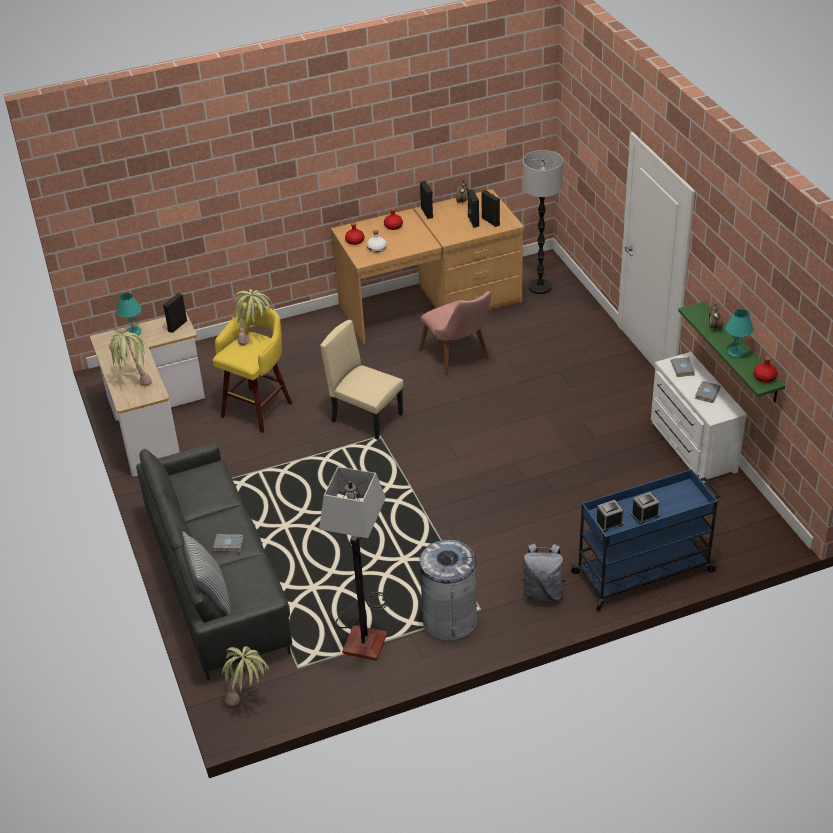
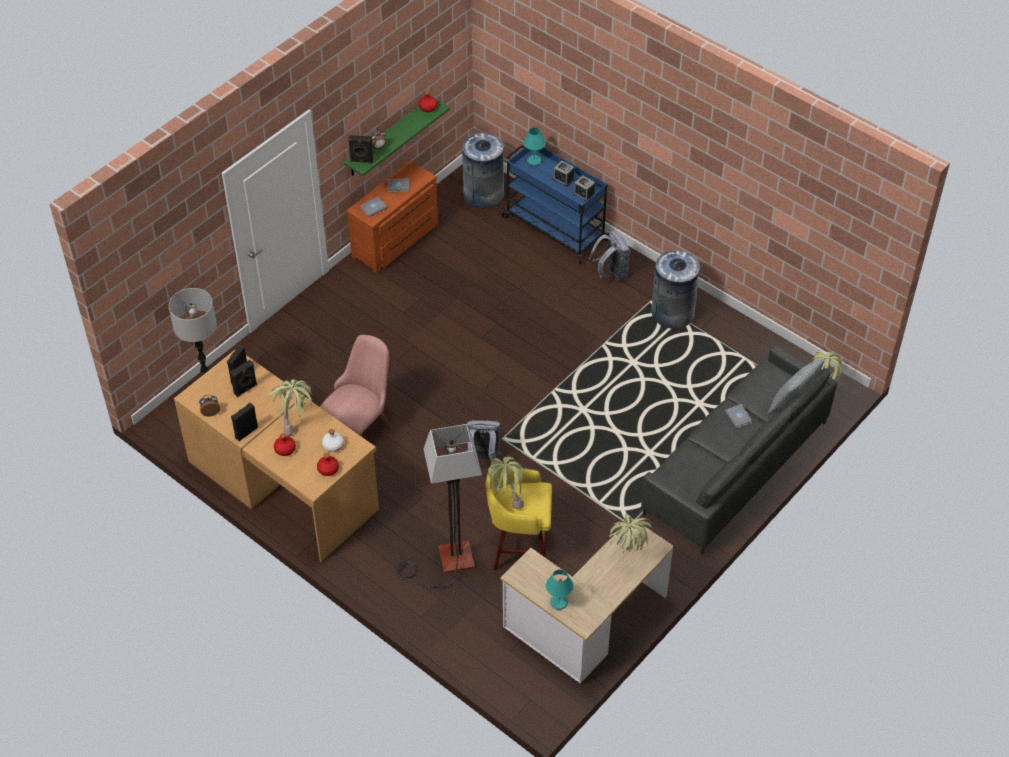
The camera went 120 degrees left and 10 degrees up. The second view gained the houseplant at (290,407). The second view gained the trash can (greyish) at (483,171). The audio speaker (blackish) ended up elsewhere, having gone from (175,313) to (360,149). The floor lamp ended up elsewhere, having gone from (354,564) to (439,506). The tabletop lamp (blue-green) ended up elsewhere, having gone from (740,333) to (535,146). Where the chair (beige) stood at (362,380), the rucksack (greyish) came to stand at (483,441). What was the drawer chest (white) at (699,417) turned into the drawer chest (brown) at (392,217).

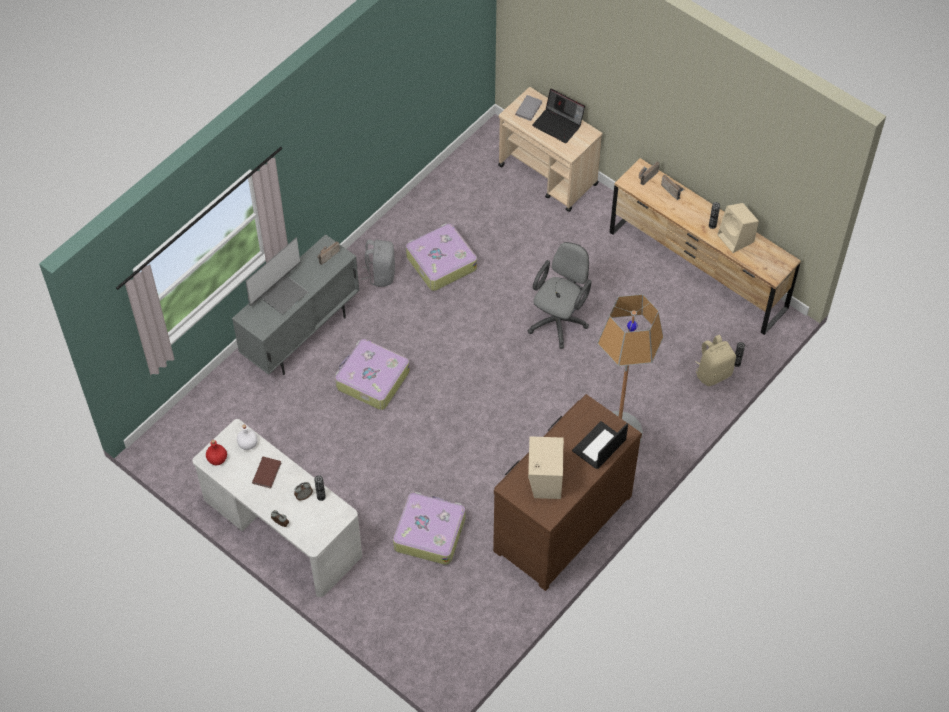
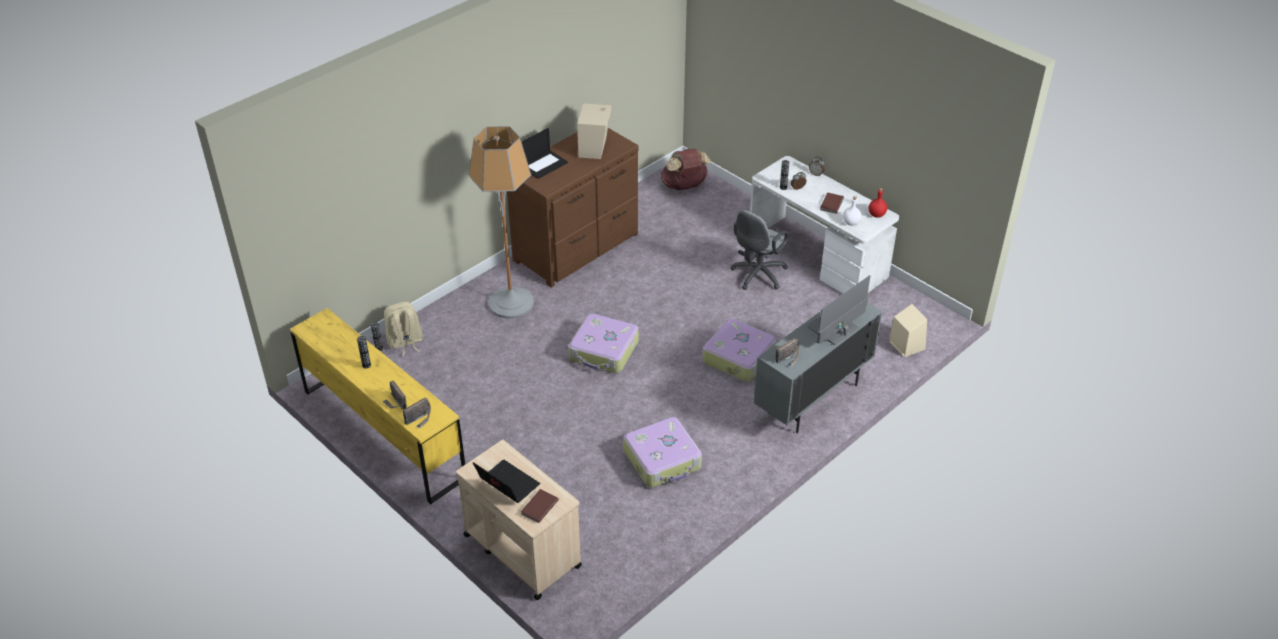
The camera went 175 degrees left and 15 degrees down. The second view lost the rucksack (greyish) at (378,263). The second view gained the rucksack (brown) at (686,169). The piece of luggage ended up elsewhere, having gone from (429,528) to (603,343). The desk chair (greyish) ended up elsewhere, having gone from (559,295) to (759,250). The audio speaker (beige) ended up elsewhere, having gone from (738,228) to (908,331). What was the bound book (greyish) at (528,108) turned into the bound book (brown) at (540,506). What was the drawer chest (brown) at (705,246) turned into the drawer chest (yellowish) at (377,406).

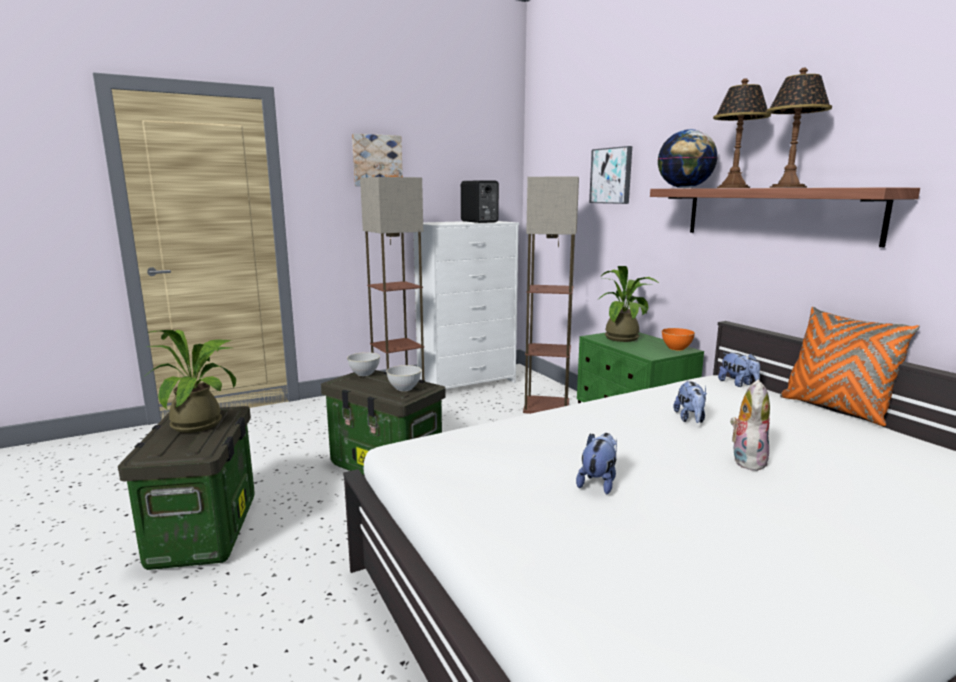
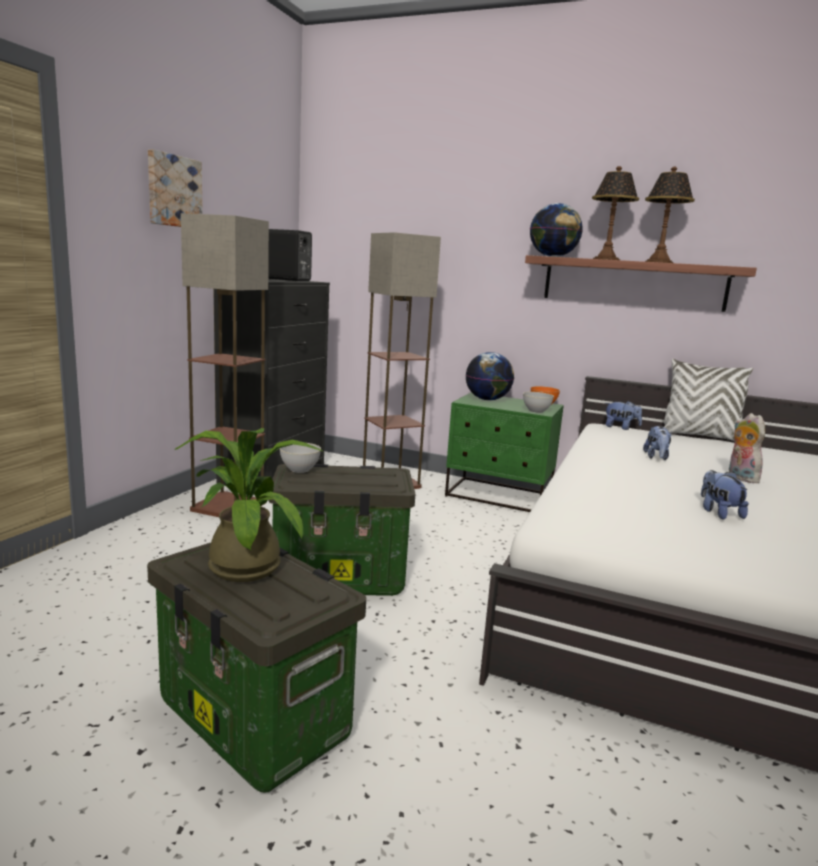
The camera went 40 degrees left and 0 degrees up. The second view lost the wall art at (610,175). The serving bowl (greyish) ended up elsewhere, having gone from (403,378) to (538,402). Where the houseplant stood at (628,304), the desk globe came to stand at (490,376). What was the drawer chest (white) at (466,305) turned into the drawer chest (blackish) at (271,382). What was the throw pillow (orangey) at (850,366) turned into the throw pillow (white) at (708,400). The cuddly toy at (690,402) ended up facing another way, 45 degrees clockwise from before.

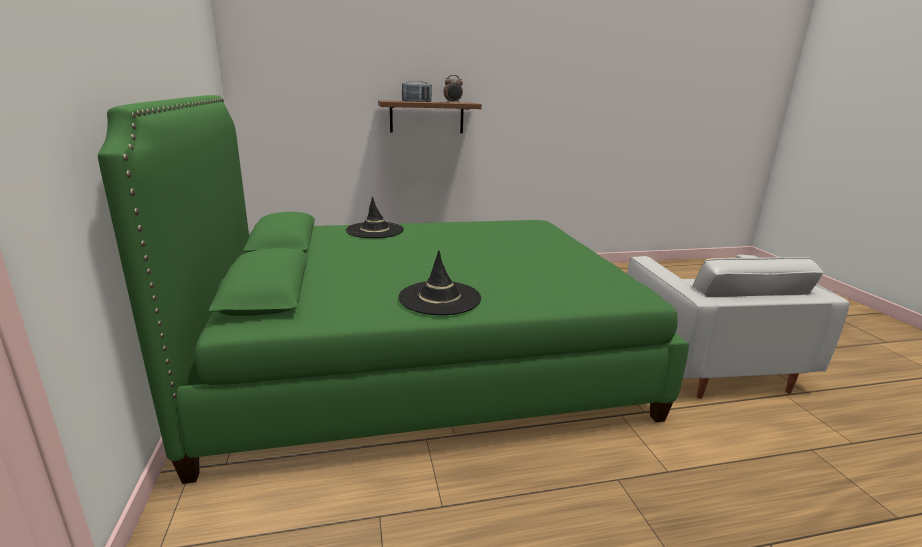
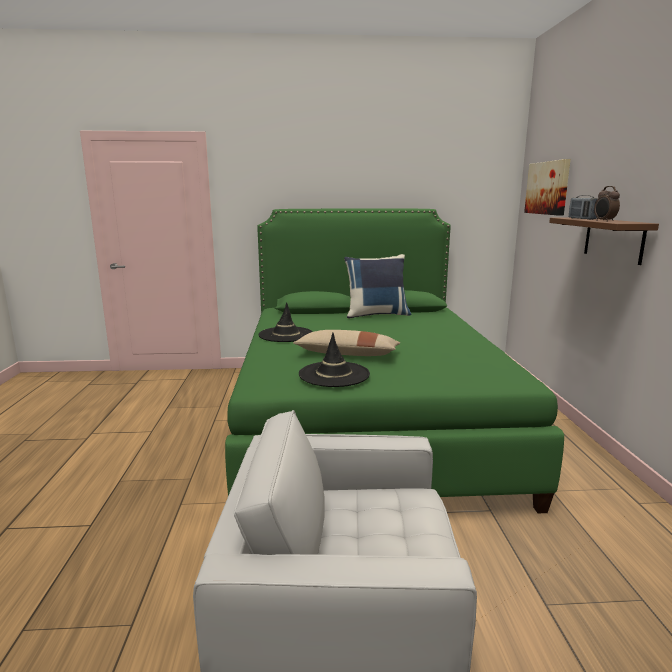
The camera went 100 degrees right and 5 degrees down. The second view gained the throw pillow (beige) at (346,343). The second view gained the throw pillow (blue) at (378,286). The second view gained the wall art at (547,187). The hat (blackish) ended up elsewhere, having gone from (375,217) to (334,360).

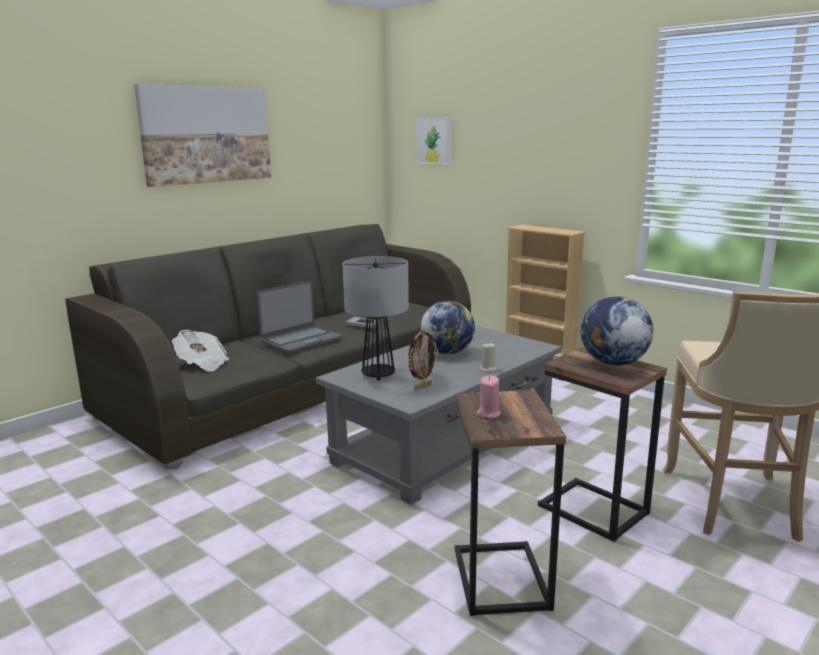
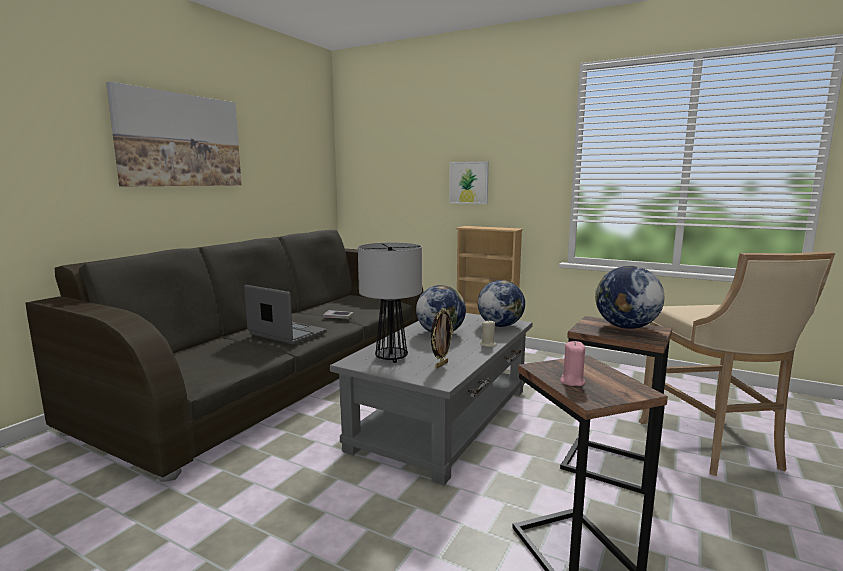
The camera went 15 degrees left and 5 degrees down. The second view lost the printed paper at (200,351). The second view gained the desk globe at (501,303). The wall art ended up elsewhere, having gone from (433,141) to (469,182). The portable computer at (299,317) ended up facing another way, 90 degrees counterclockwise from before.

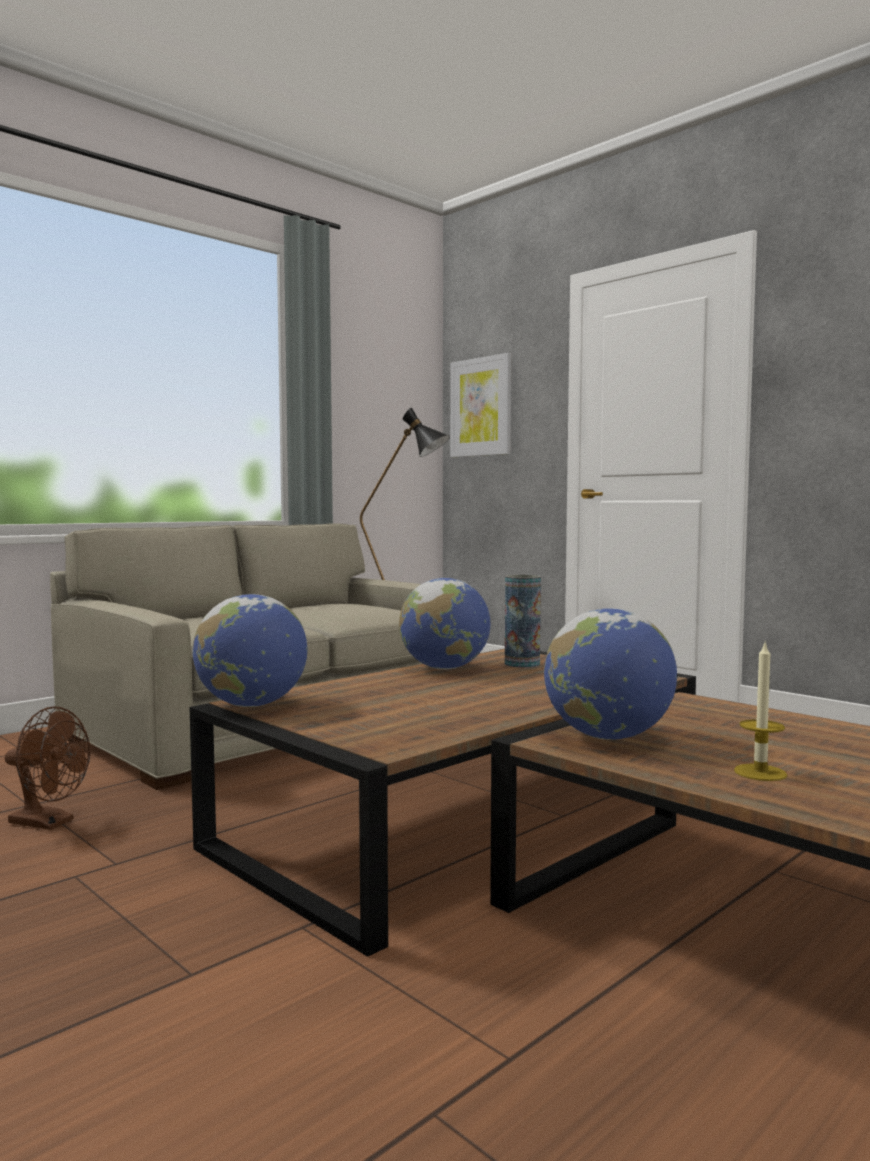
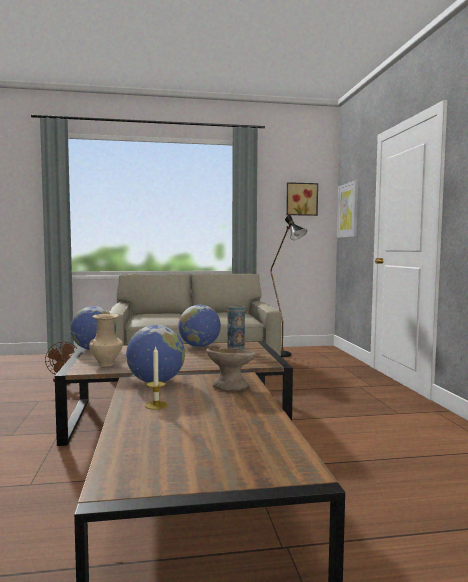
The camera went 35 degrees right and 0 degrees up. The second view gained the decorative vase (beige) at (106,340). The second view gained the serving bowl (beige) at (231,369). The second view gained the wall art at (302,199).

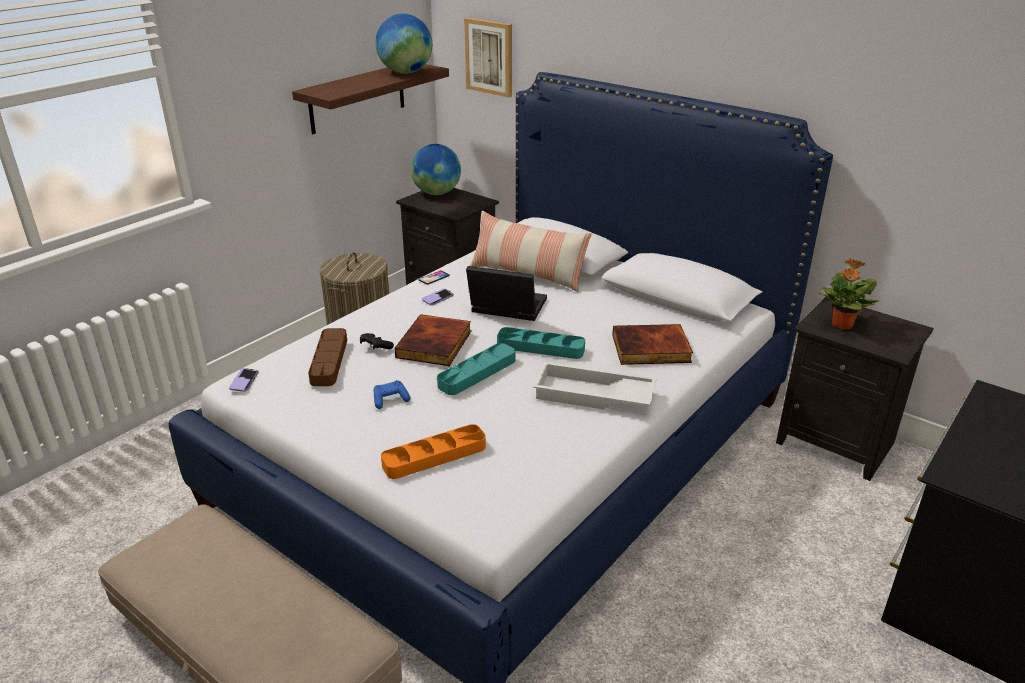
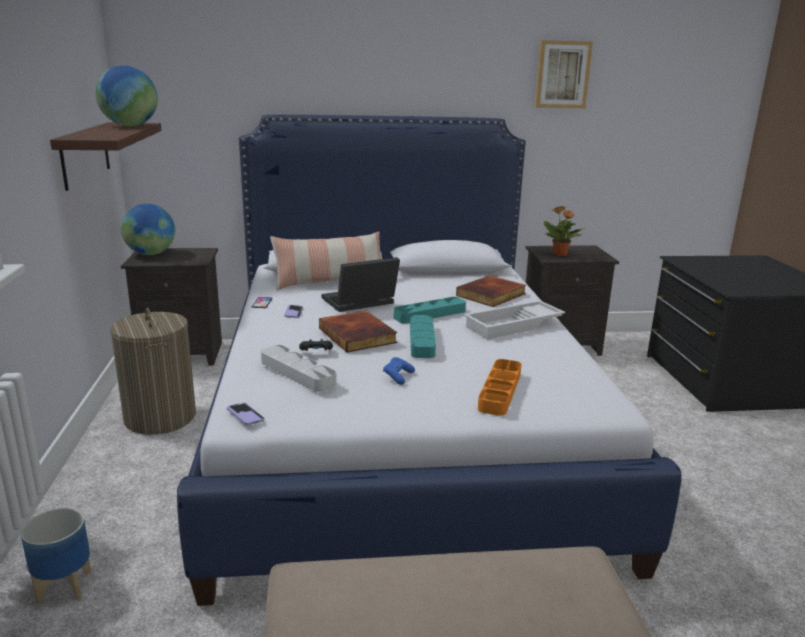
The camera went 45 degrees left and 10 degrees down. The second view gained the planter at (56,556). The wall art ended up elsewhere, having gone from (488,57) to (564,74). What was the carrying tray (brown) at (327,357) turned into the carrying tray (greyish) at (299,368).

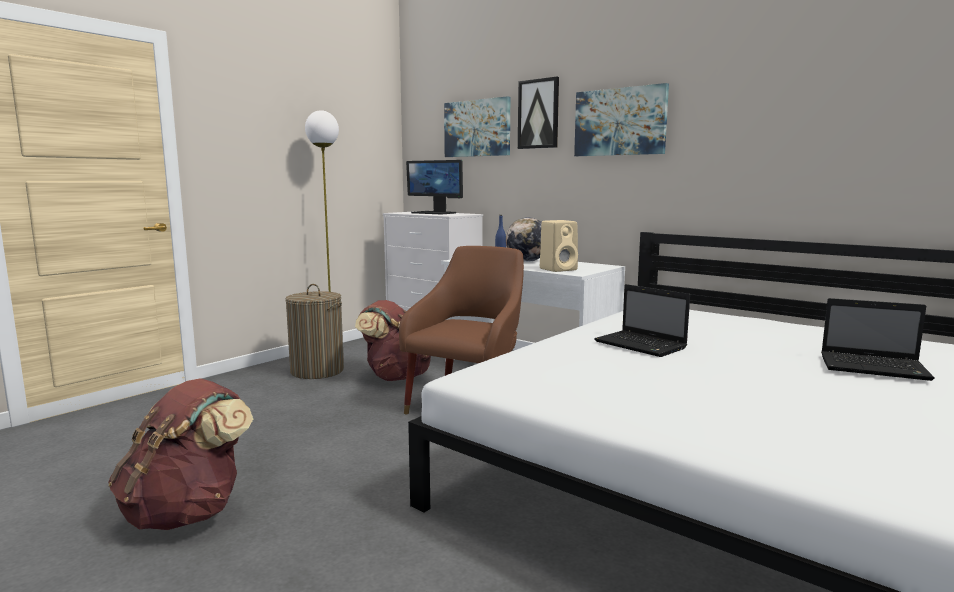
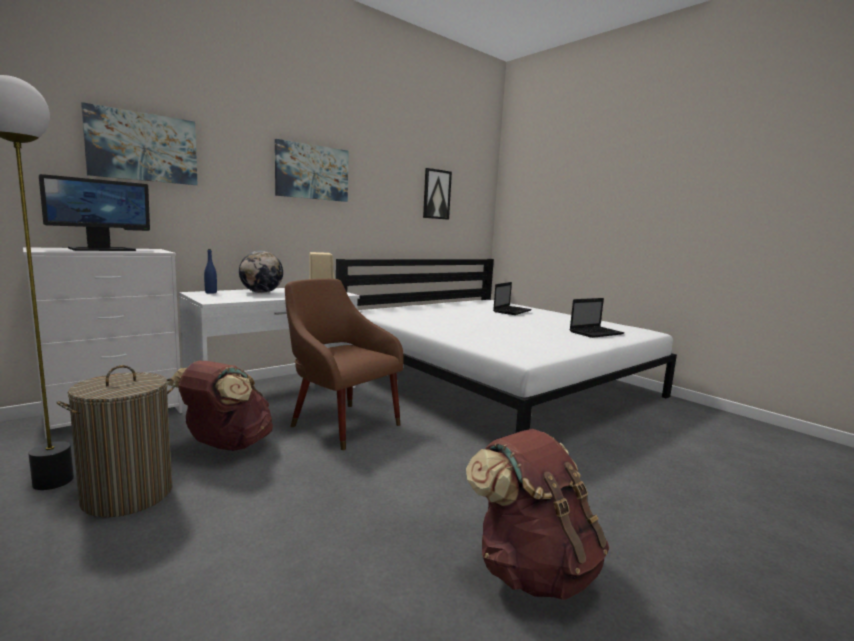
The camera went 80 degrees left and 0 degrees up. The wall art ended up elsewhere, having gone from (538,113) to (437,194). The portable computer ended up elsewhere, having gone from (642,320) to (597,318).

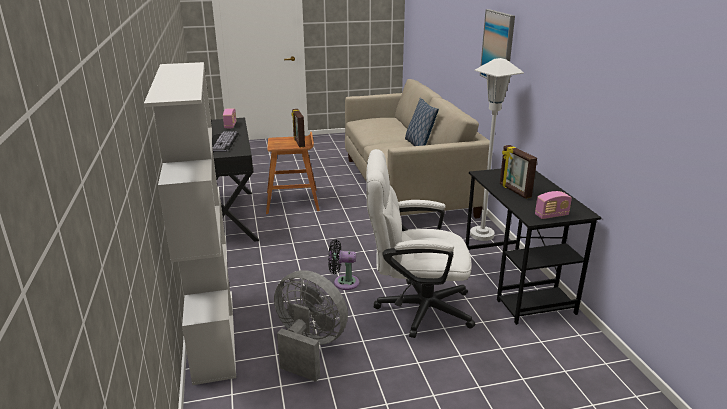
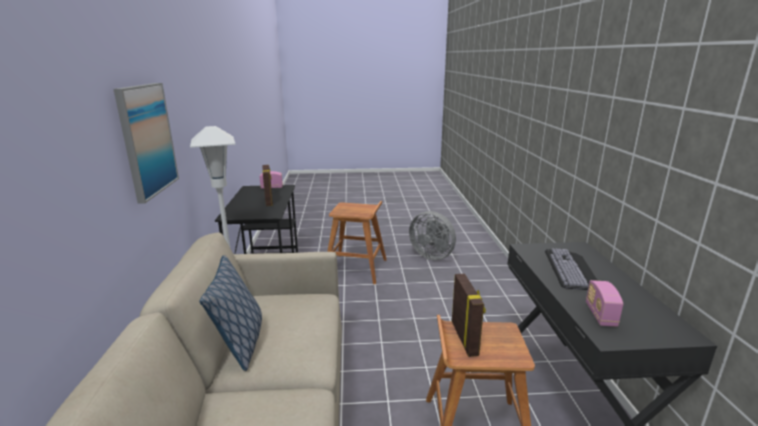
The camera went 170 degrees left and 5 degrees down. The second view lost the bookshelf (white) at (190,223). The second view lost the fan (blackish) at (343,264). Where the desk chair (white) stood at (420,243), the stool (brown) came to stand at (357,242).

